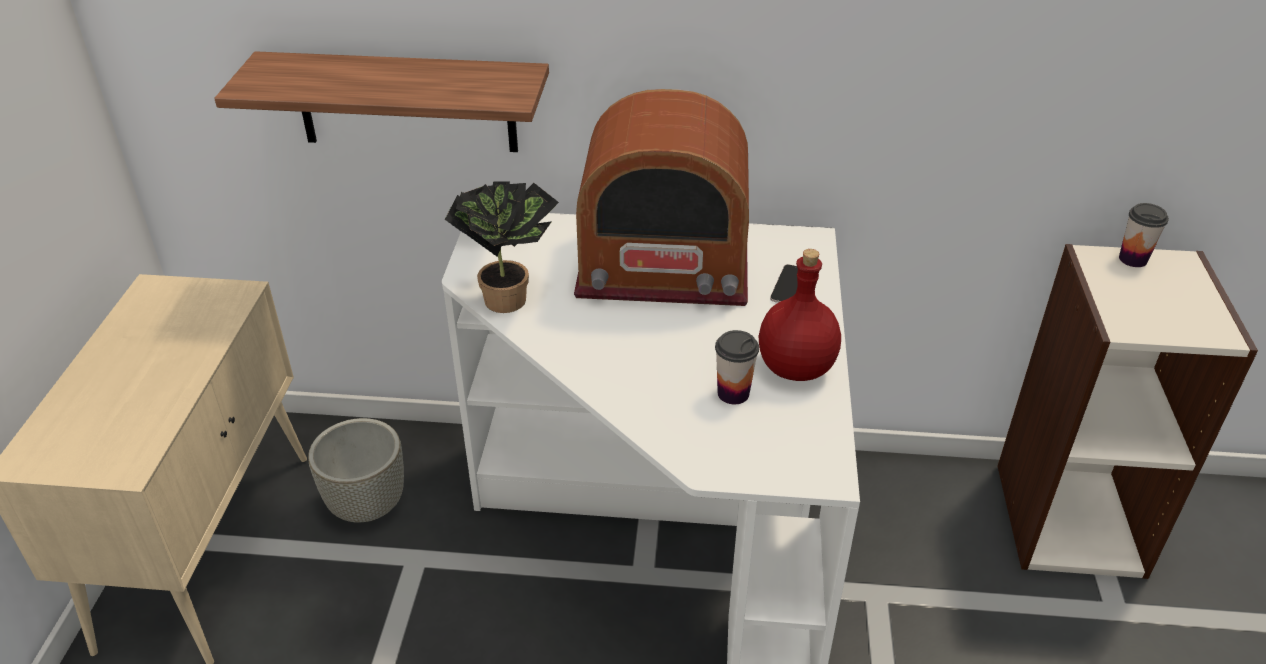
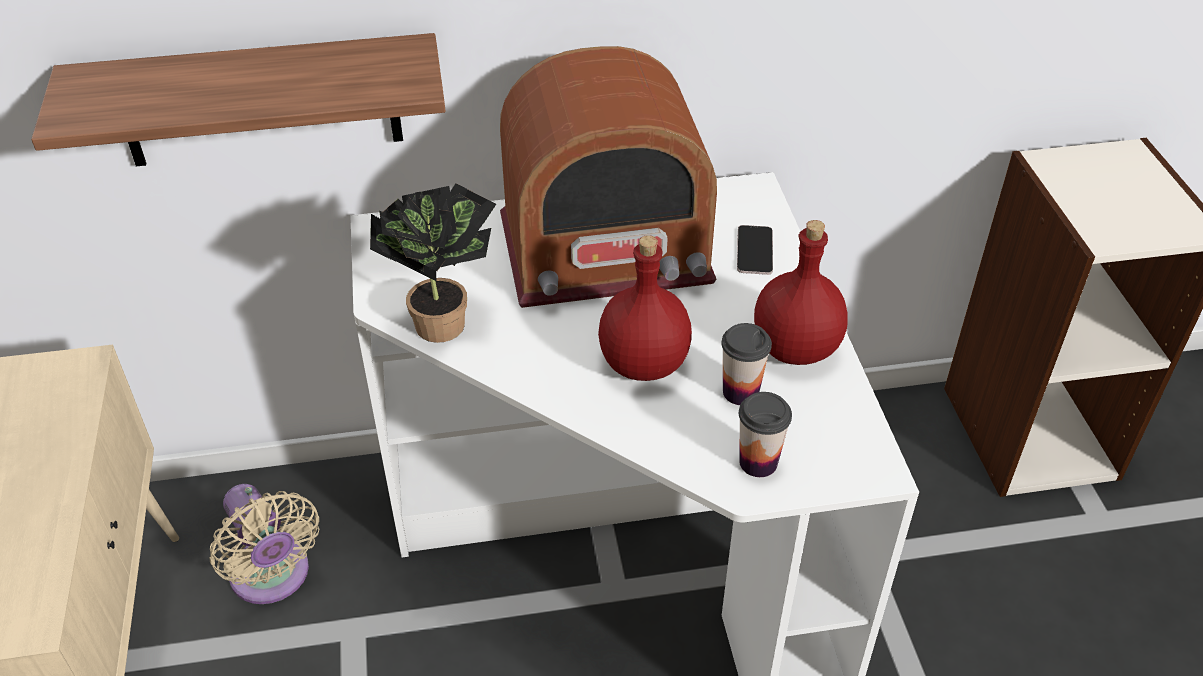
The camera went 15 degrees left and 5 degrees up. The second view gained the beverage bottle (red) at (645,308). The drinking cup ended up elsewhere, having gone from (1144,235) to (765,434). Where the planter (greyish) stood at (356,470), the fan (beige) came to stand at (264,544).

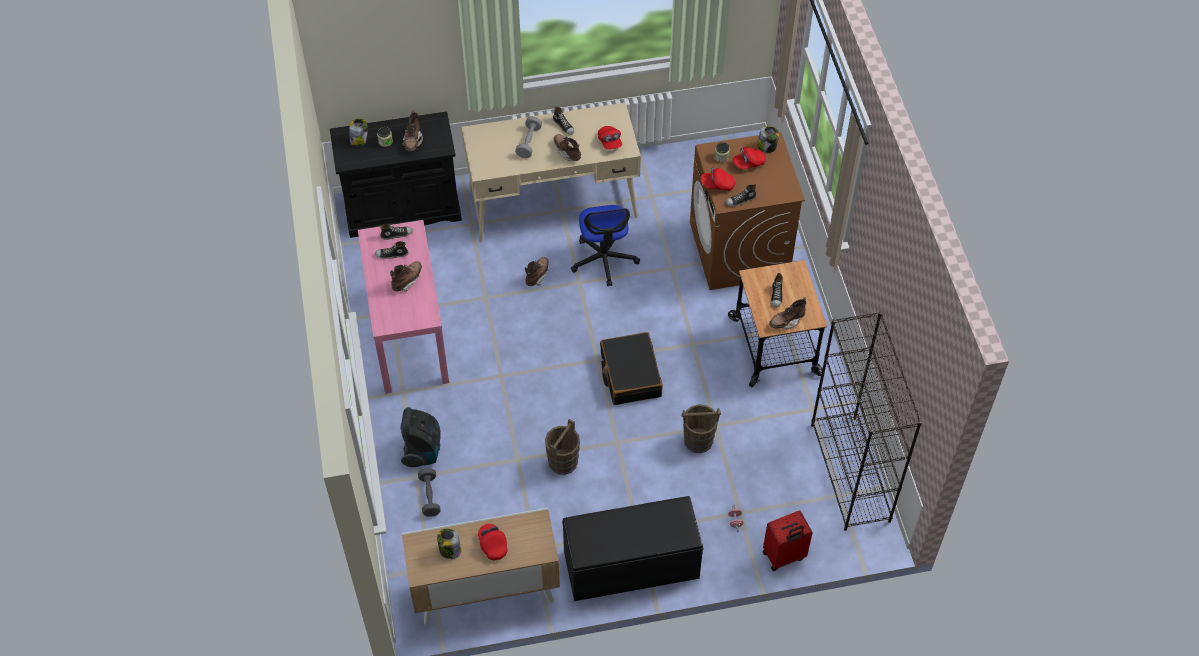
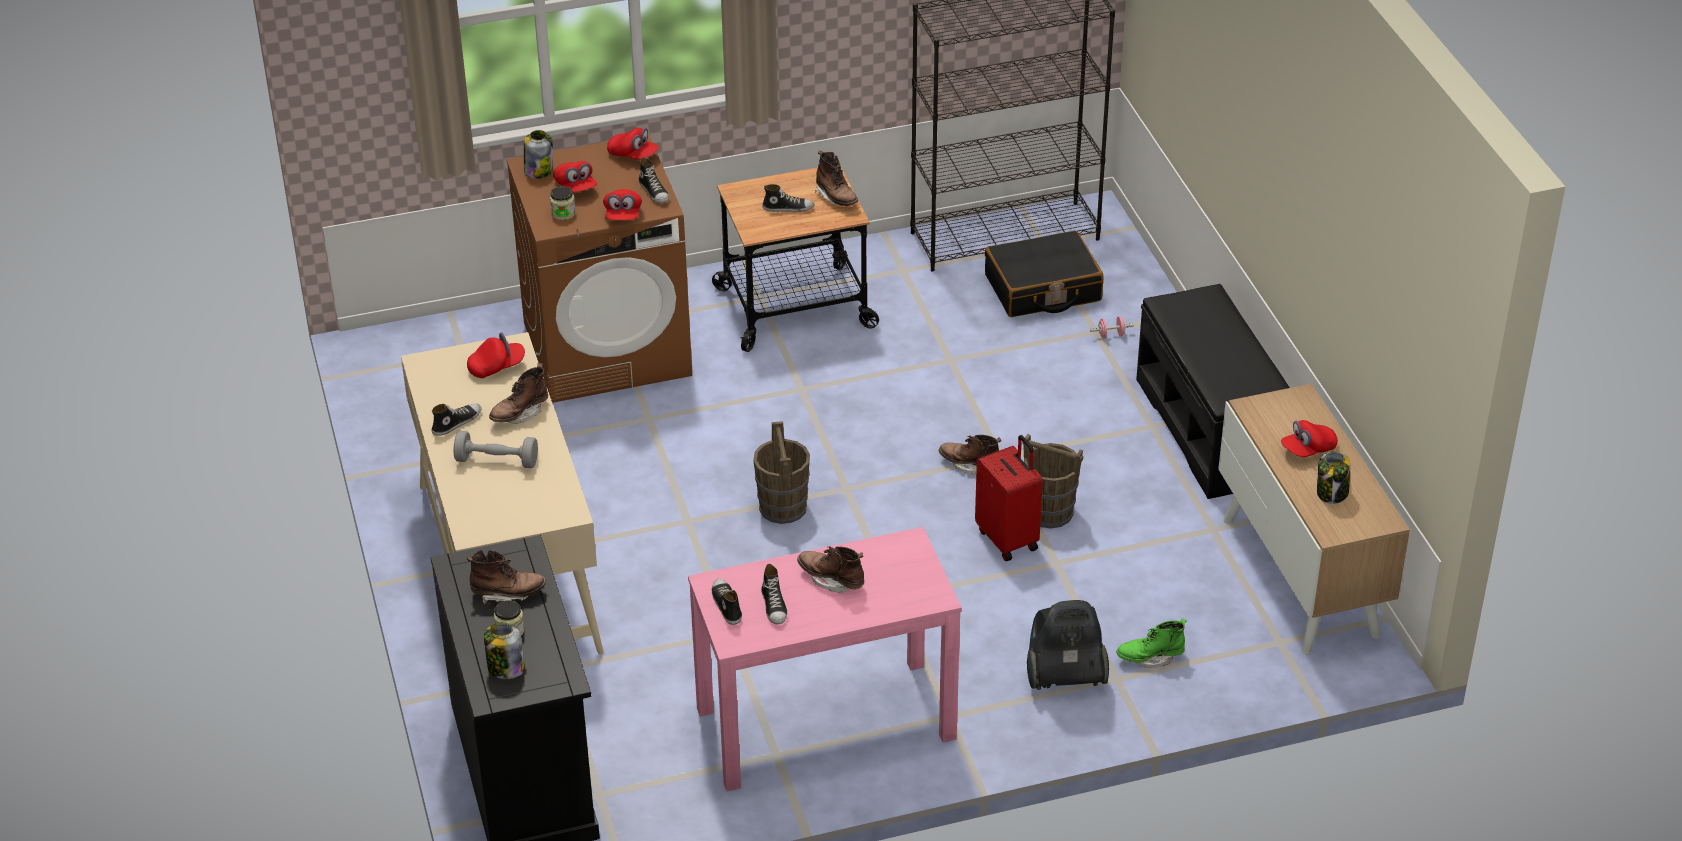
The camera went 95 degrees left and 15 degrees down. The second view lost the desk chair at (605,245). The second view gained the baseball cap (red) at (633,144). The boot (brown) ended up elsewhere, having gone from (537,271) to (970,455). The piece of luggage (blackish) ended up elsewhere, having gone from (631,368) to (1044,274). The pail (brown) ended up elsewhere, having gone from (701,428) to (781,472). The piece of luggage (red) ended up elsewhere, having gone from (788,541) to (1009,498). Where the hand weight (greyish) stood at (429,492), the boot (green-coloured) came to stand at (1151,643).

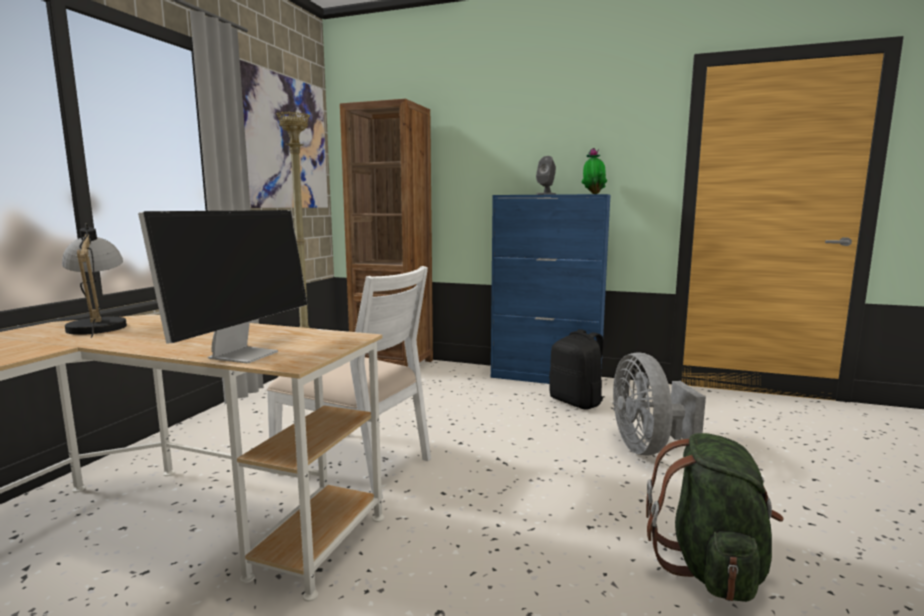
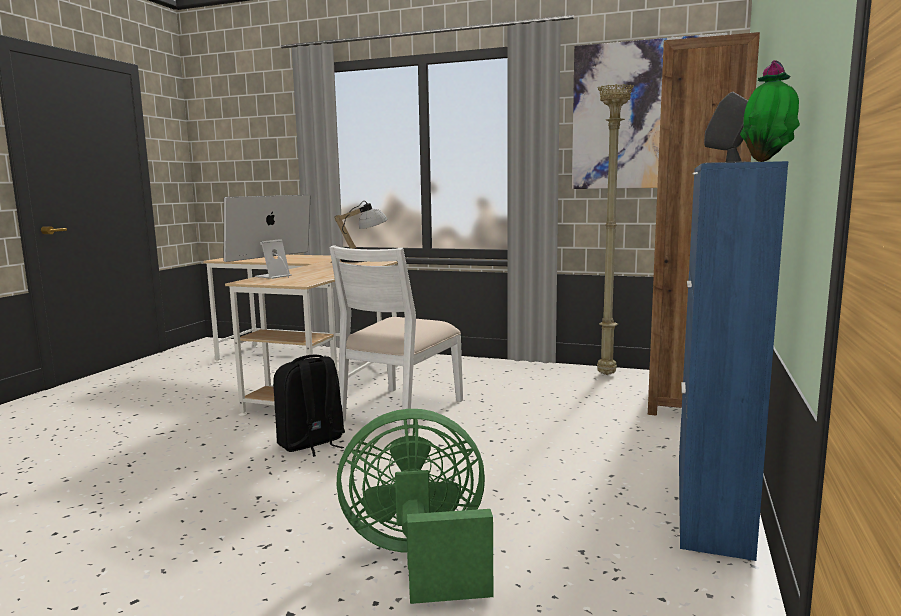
The camera went 90 degrees right and 0 degrees up. The second view lost the rucksack (green-coloured) at (715,517). The rucksack (blackish) ended up elsewhere, having gone from (577,369) to (309,406). What was the fan (greyish) at (659,404) turned into the fan (green-coloured) at (414,506). The monitor at (222,286) ended up facing another way, 105 degrees clockwise from before.

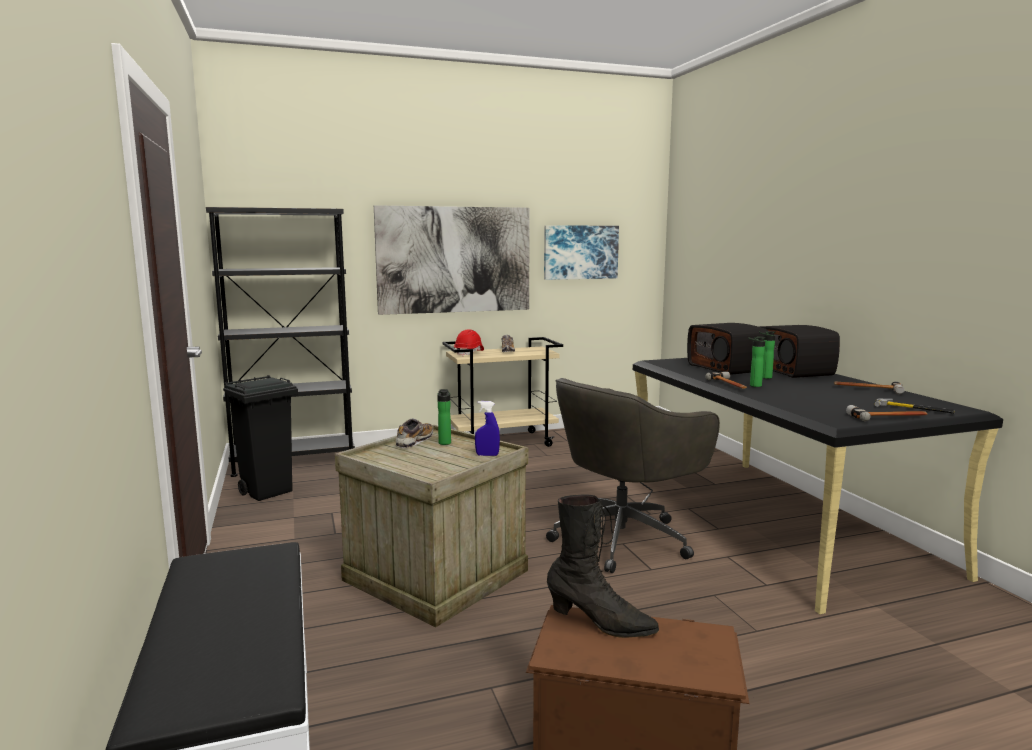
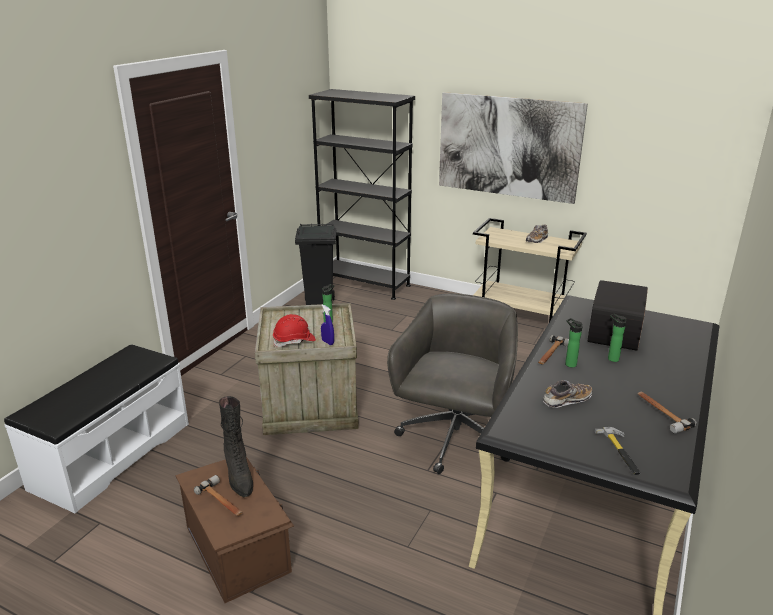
The camera went 45 degrees right and 15 degrees up. The second view lost the wall art at (581,252). The second view lost the radio set at (799,351). The shoe ended up elsewhere, having gone from (414,433) to (567,394). The hard hat (red) ended up elsewhere, having gone from (469,343) to (294,330). The hammer ended up elsewhere, having gone from (886,413) to (218,495). The desk chair (greyish) at (633,475) ended up facing another way, 105 degrees clockwise from before.

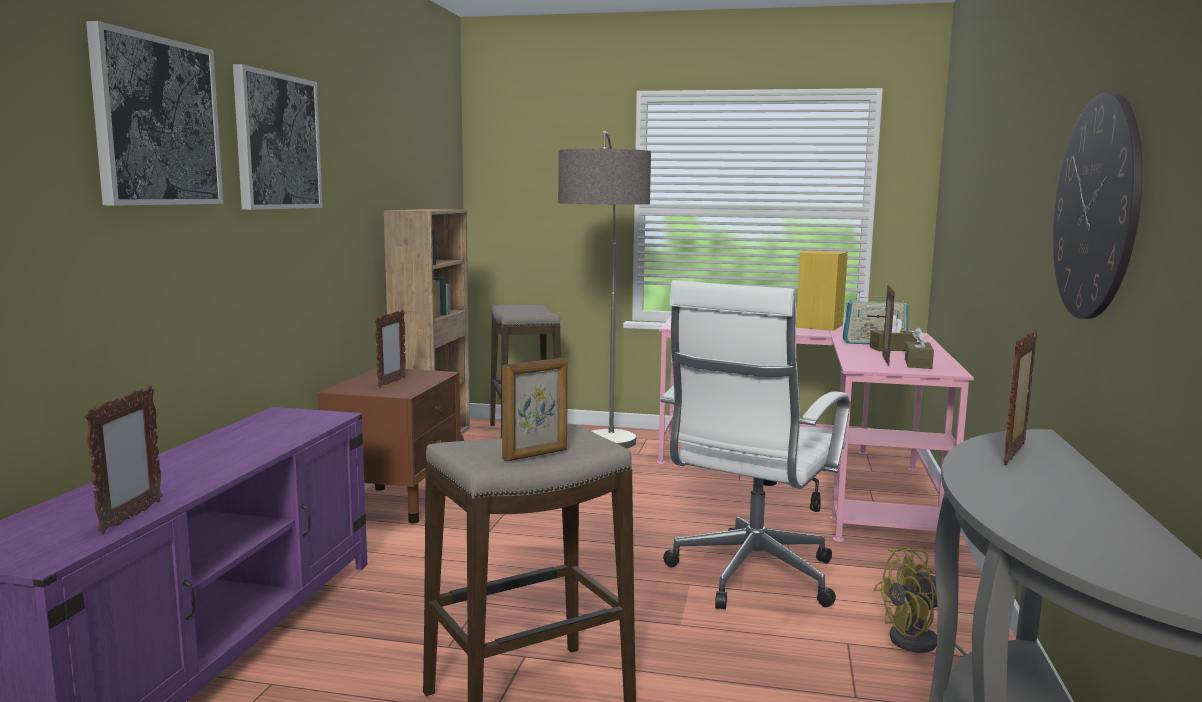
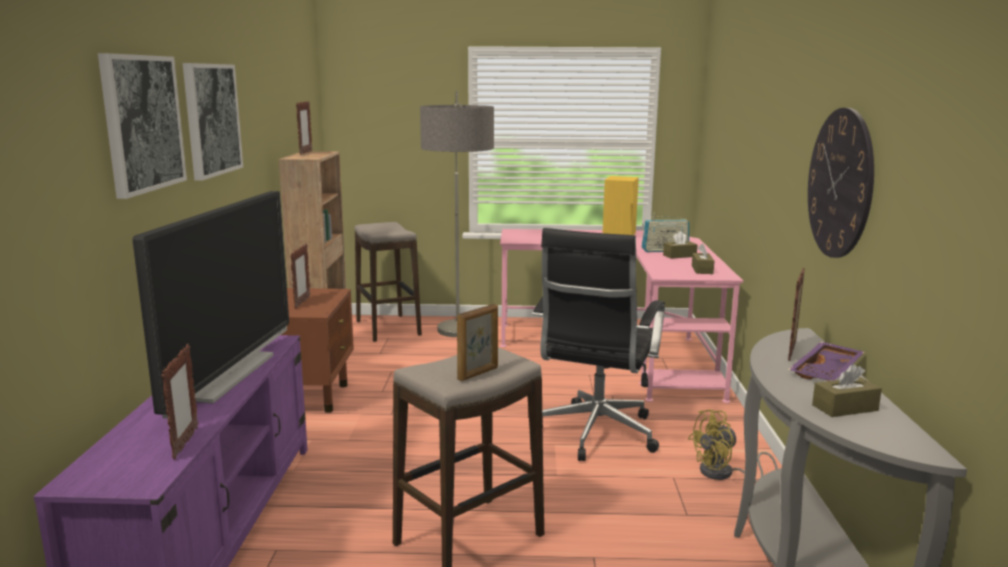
The camera went 10 degrees left and 5 degrees up. The second view gained the TV set at (210,305). The second view gained the carrying tray (purple) at (826,361). The second view gained the tissue holder (brown) at (847,390). The standing frame ended up elsewhere, having gone from (888,325) to (304,128). What was the desk chair (white) at (755,445) turned into the desk chair (blackish) at (598,344).

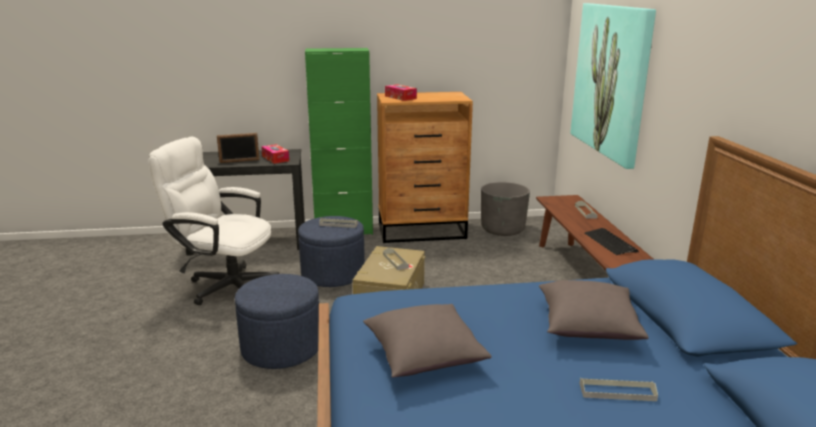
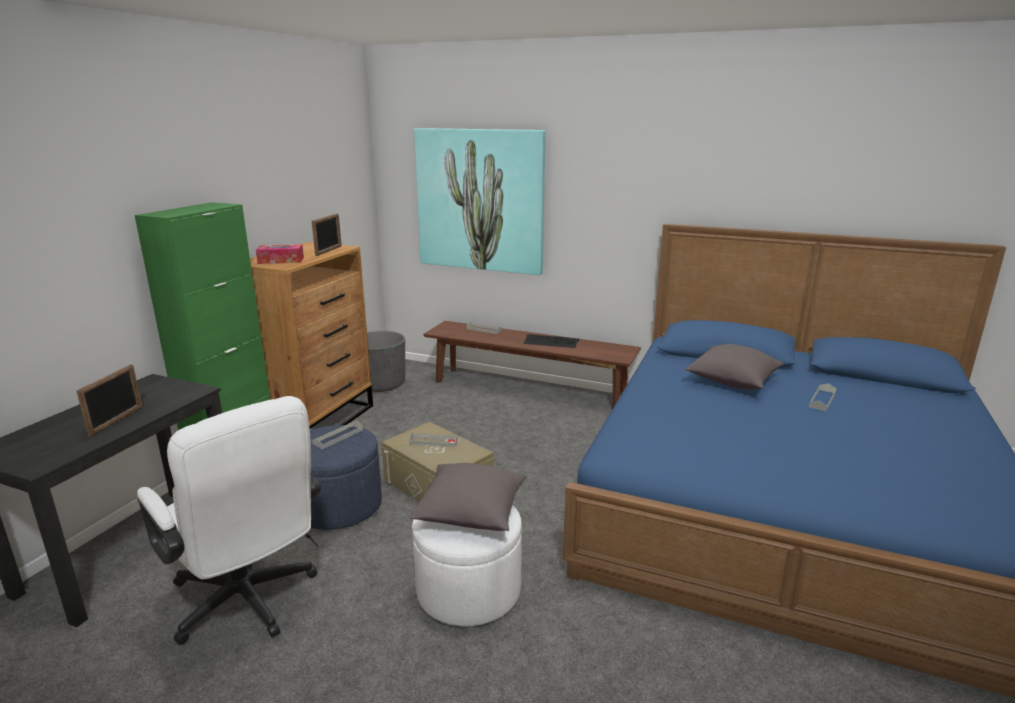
The camera went 60 degrees left and 0 degrees up. The second view lost the tissue holder at (275,154). The second view gained the standing frame at (327,234). The throw pillow (greyish) ended up elsewhere, having gone from (427,341) to (467,497). What was the pouffe (blue) at (277,321) turned into the pouffe (white) at (467,565). The desk chair (white) at (213,220) ended up facing another way, 90 degrees counterclockwise from before.

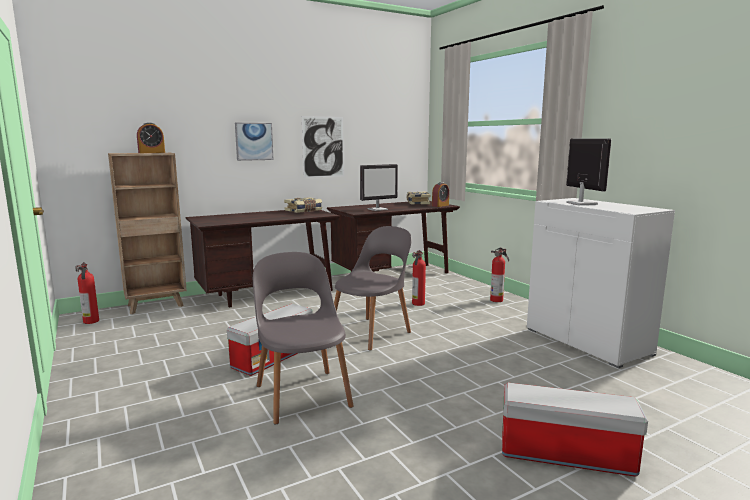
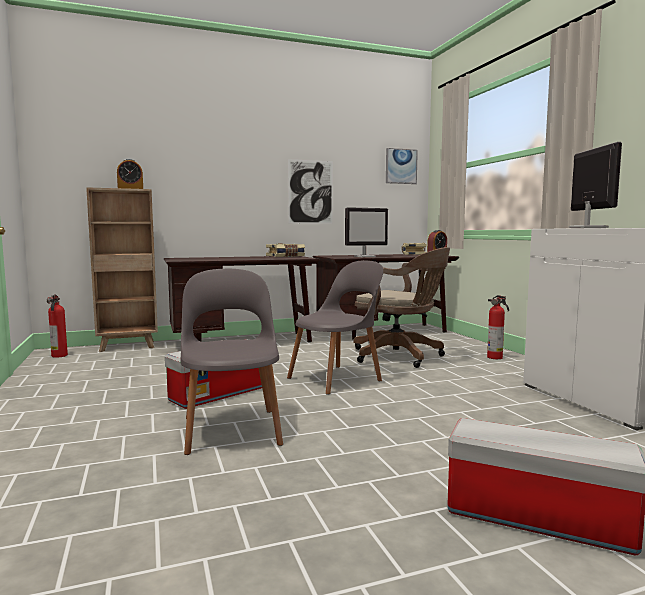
The camera went 10 degrees right and 5 degrees down. The wall art ended up elsewhere, having gone from (254,141) to (402,166). Where the fire extinguisher stood at (419,278), the desk chair (brown) came to stand at (402,307).

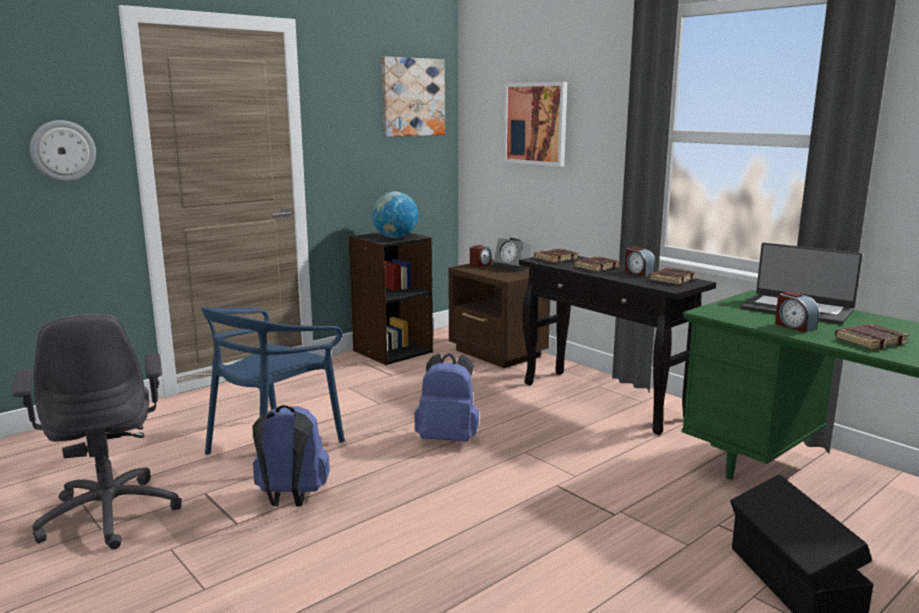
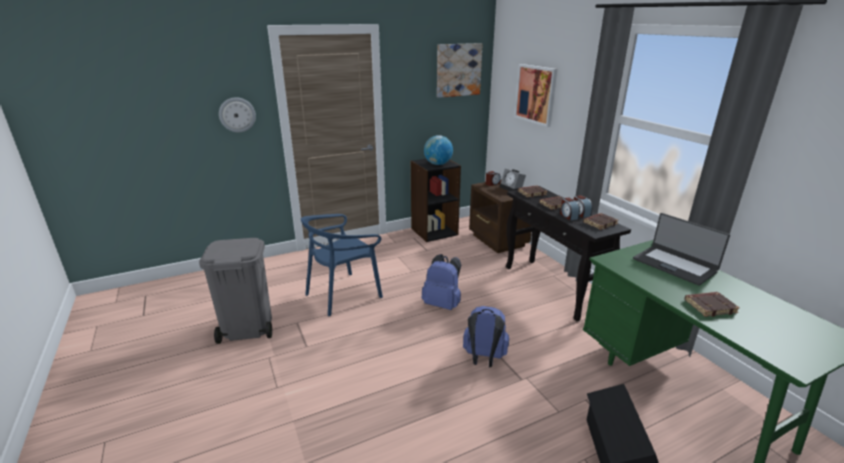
The camera went 15 degrees right and 10 degrees up. The rucksack (blue) ended up elsewhere, having gone from (291,456) to (486,336). The table clock ended up elsewhere, having gone from (797,312) to (570,209). Where the desk chair (greyish) stood at (97,431), the trash can (greyish) came to stand at (235,291).

